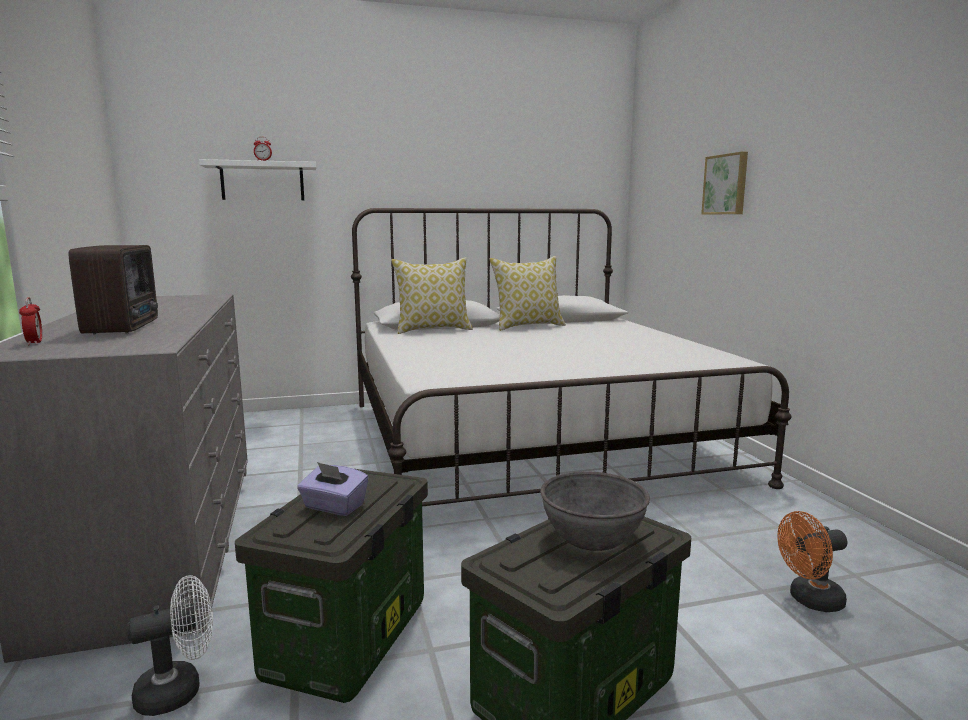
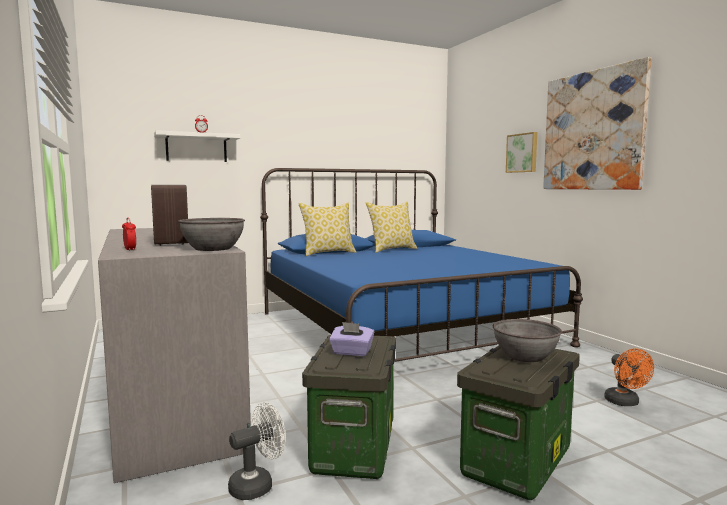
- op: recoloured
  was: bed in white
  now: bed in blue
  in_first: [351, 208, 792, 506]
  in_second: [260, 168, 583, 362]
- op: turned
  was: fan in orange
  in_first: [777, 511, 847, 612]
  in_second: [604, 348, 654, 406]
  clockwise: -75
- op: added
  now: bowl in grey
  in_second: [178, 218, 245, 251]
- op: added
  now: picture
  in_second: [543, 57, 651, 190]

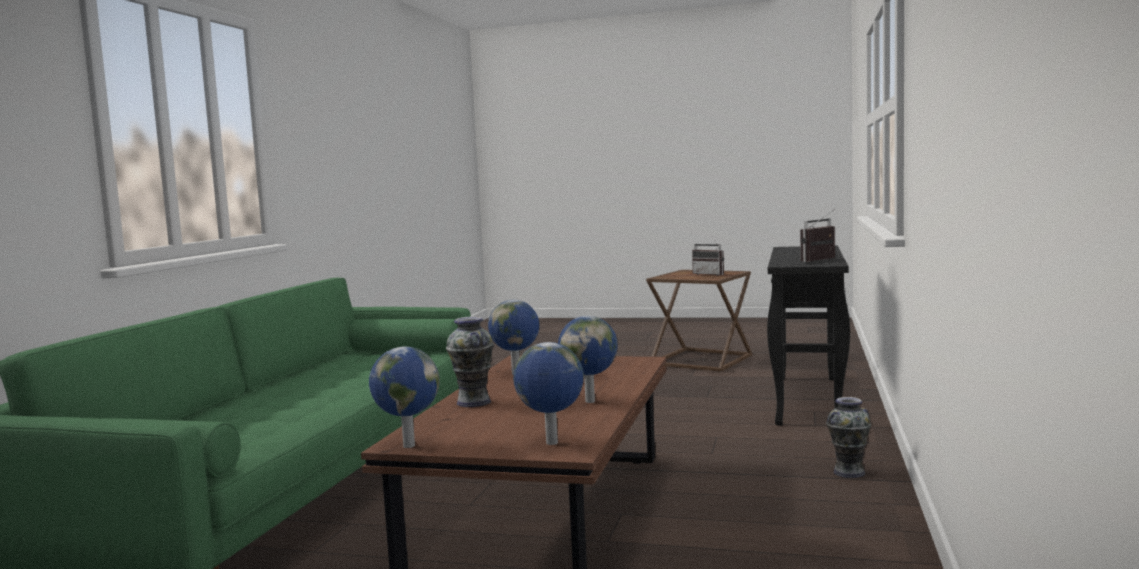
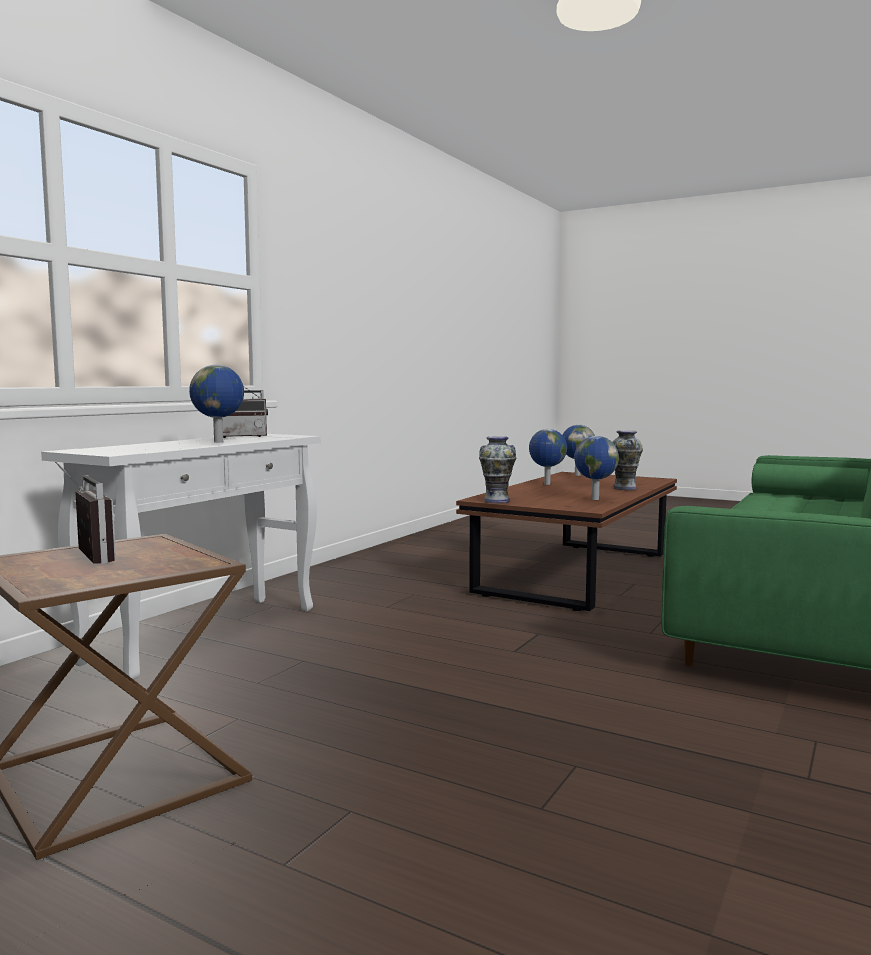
- op: moved
  was: globe
  in_first: [369, 347, 440, 448]
  in_second: [189, 365, 244, 443]
- op: recoloured
  was: console table in black
  now: console table in white
  in_first: [767, 246, 850, 426]
  in_second: [41, 434, 321, 680]
- op: moved
  was: vase
  in_first: [826, 397, 871, 478]
  in_second: [479, 436, 516, 503]

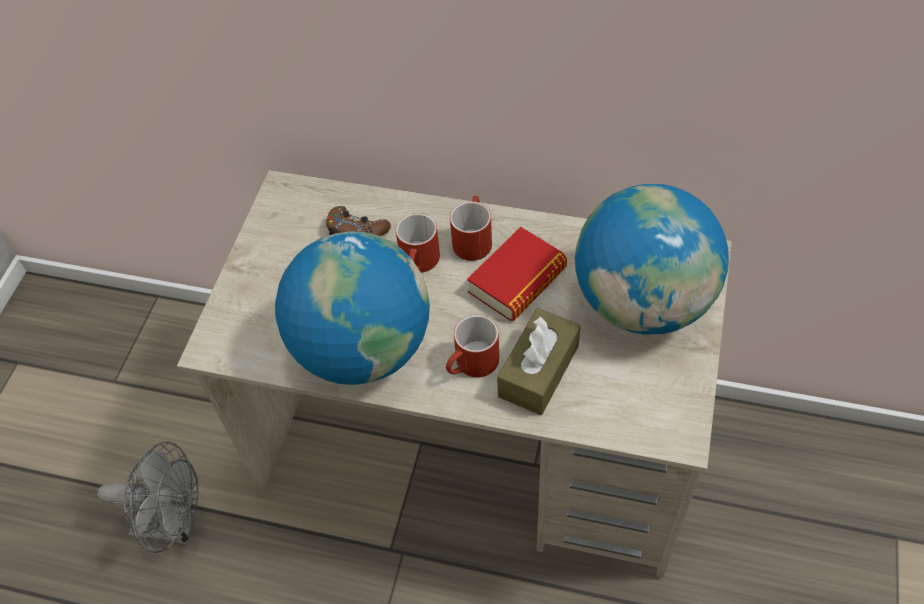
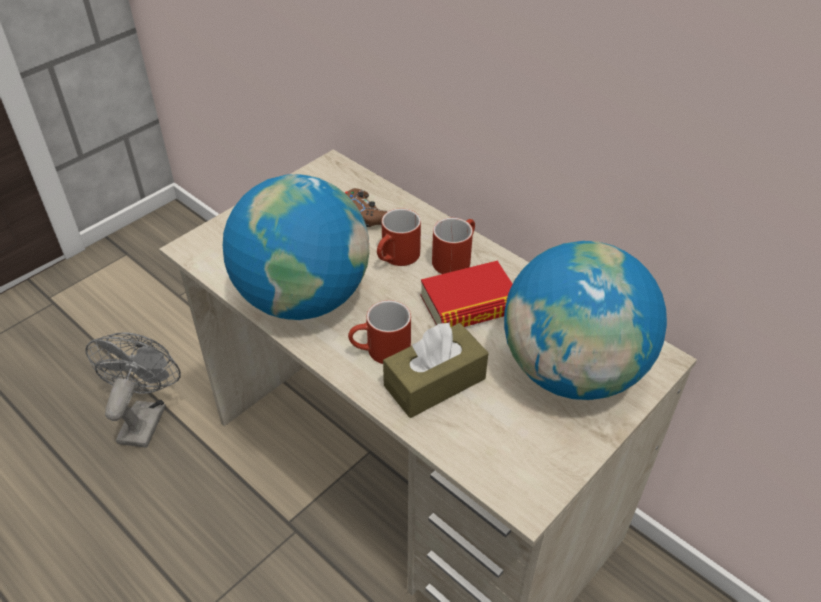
- op: turned
  was: fan in grey
  in_first: [97, 441, 199, 553]
  in_second: [85, 332, 181, 448]
  clockwise: -120

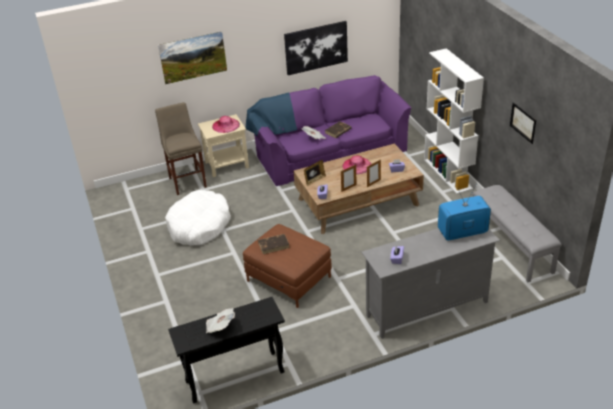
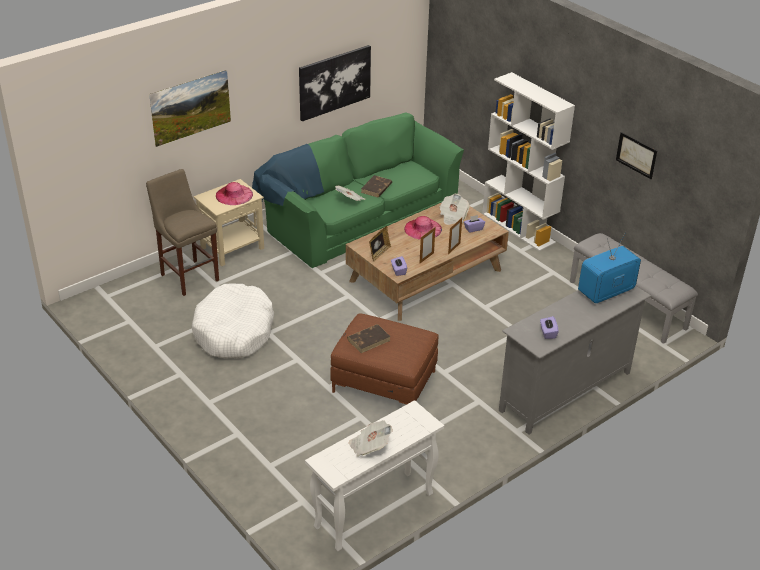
- op: recoloured
  was: console table in black
  now: console table in white
  in_first: [168, 297, 285, 403]
  in_second: [305, 400, 444, 552]
- op: recoloured
  was: sofa in purple
  now: sofa in green
  in_first: [246, 75, 411, 186]
  in_second: [252, 112, 464, 268]
- op: added
  now: newspaper
  in_second: [439, 194, 470, 225]

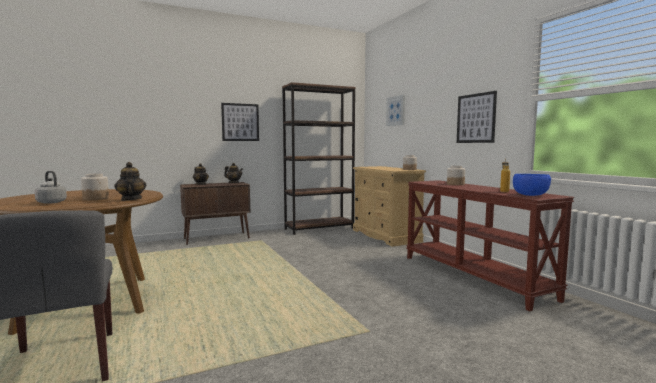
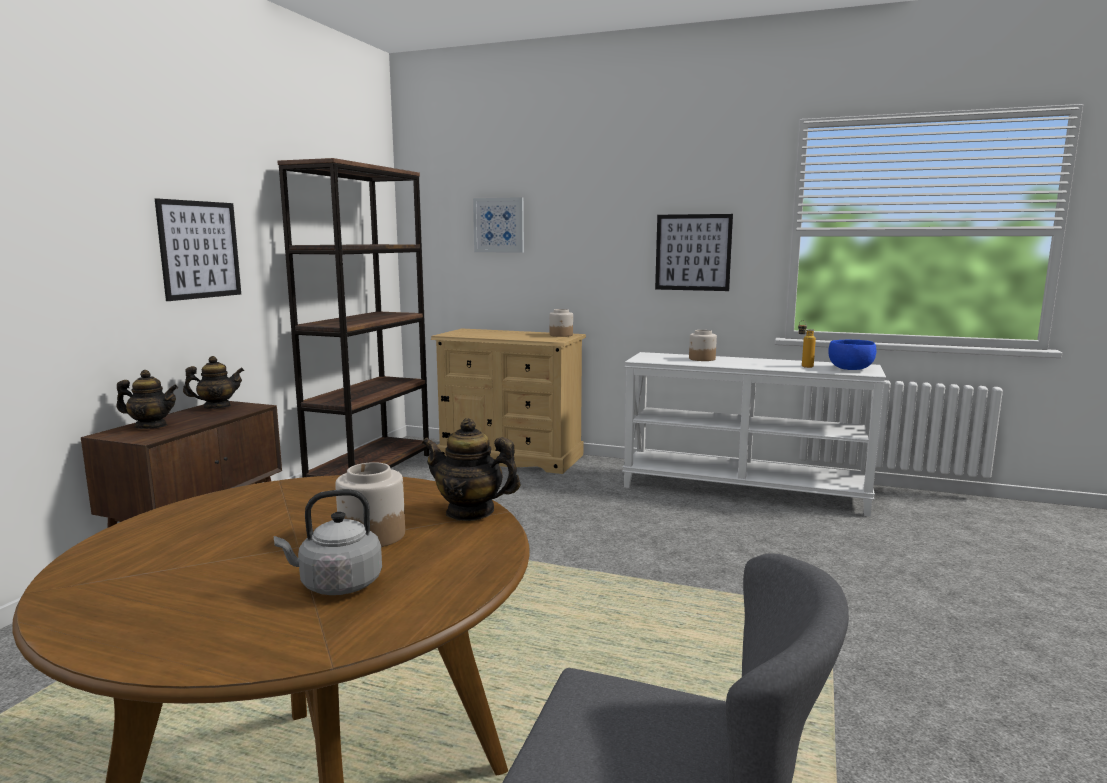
- op: recoloured
  was: console table in brown
  now: console table in white
  in_first: [406, 180, 575, 312]
  in_second: [622, 352, 886, 517]

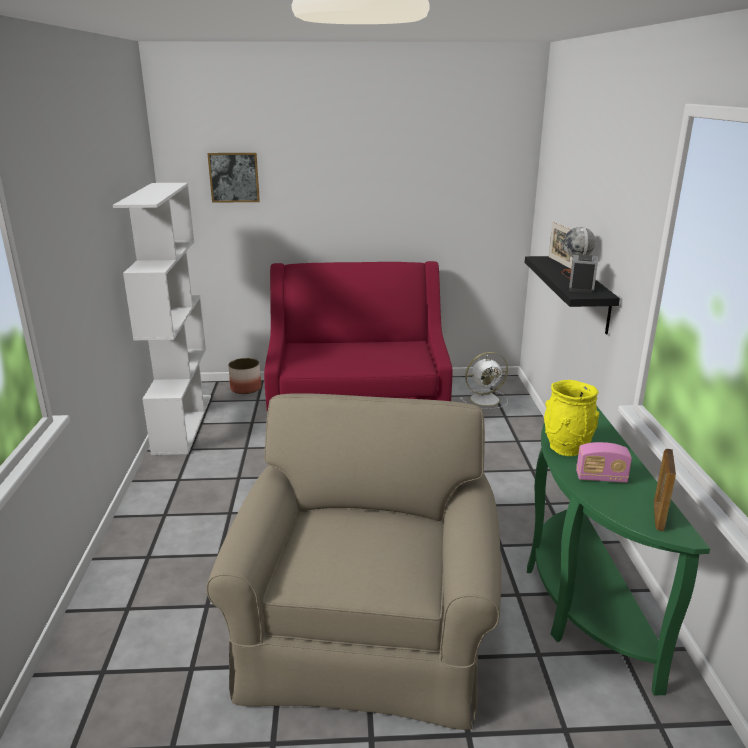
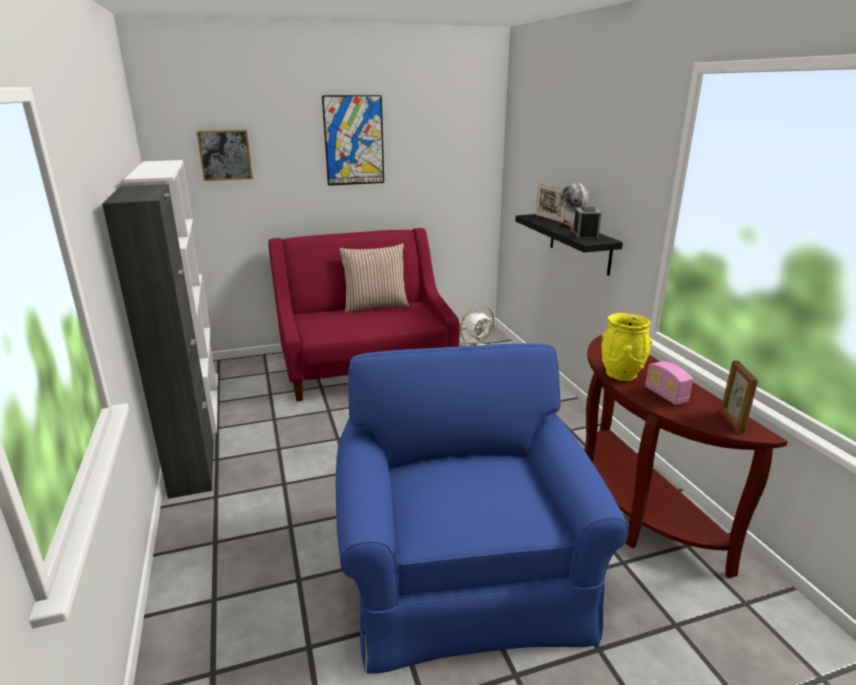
- op: recoloured
  was: armchair in beige
  now: armchair in blue
  in_first: [206, 393, 501, 730]
  in_second: [336, 343, 629, 674]
- op: removed
  was: planter
  in_first: [228, 358, 261, 394]
- op: recoloured
  was: console table in green
  now: console table in brown
  in_first: [527, 407, 710, 696]
  in_second: [584, 335, 788, 578]
- op: turned
  was: radio
  in_first: [576, 442, 632, 483]
  in_second: [645, 361, 693, 405]
  clockwise: 75
- op: added
  now: cabinet in black
  in_second: [102, 184, 214, 499]
- op: added
  now: picture
  in_second: [322, 95, 384, 186]
- op: added
  now: pillow
  in_second: [339, 244, 409, 313]

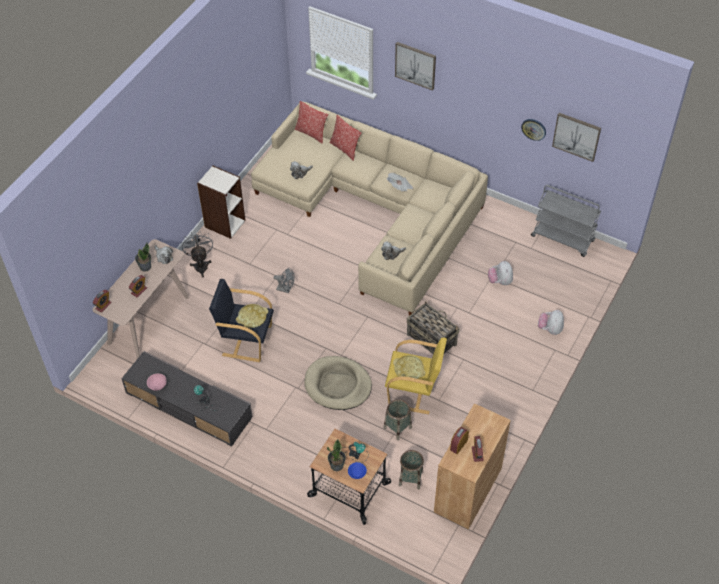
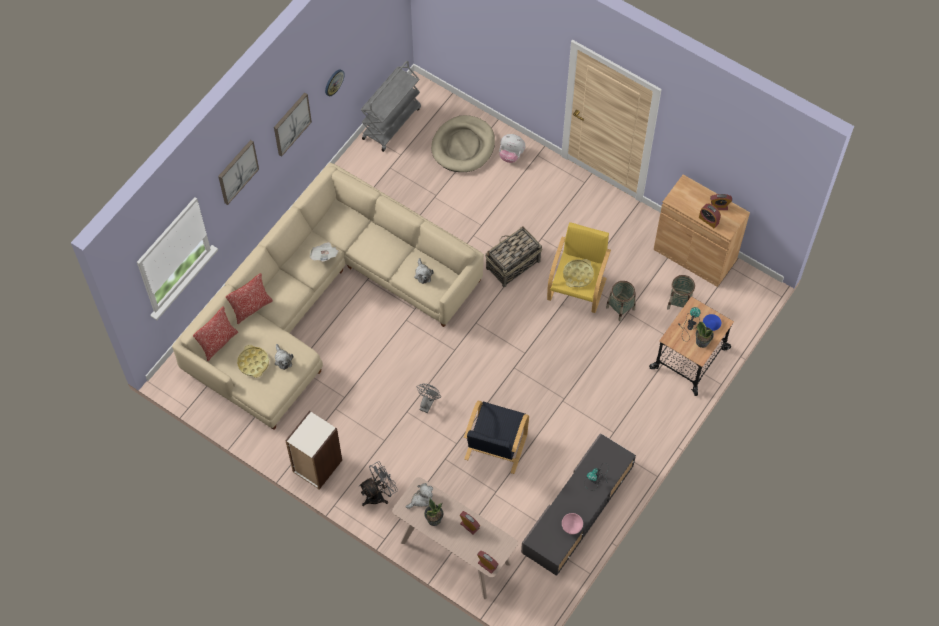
- op: turned
  was: fan in grey
  in_first: [181, 231, 213, 277]
  in_second: [359, 461, 398, 506]
  clockwise: 150
- op: moved
  was: tray in yellow
  in_first: [236, 304, 268, 328]
  in_second: [237, 345, 269, 378]
- op: moved
  was: dog bed in beige
  in_first: [304, 356, 372, 410]
  in_second: [431, 115, 495, 172]
- op: removed
  was: plush toy
  in_first: [488, 261, 513, 285]
- op: moved
  was: picture
  in_first: [552, 113, 601, 162]
  in_second: [274, 93, 312, 157]

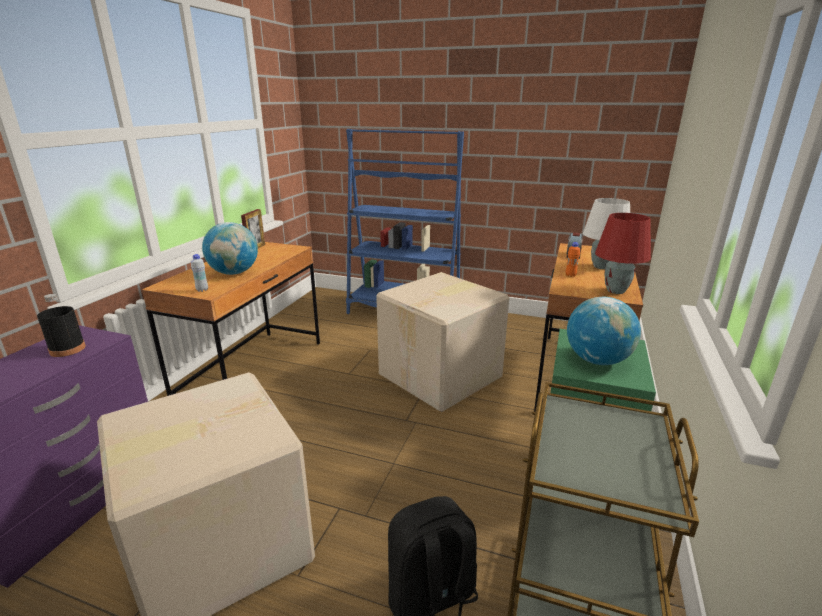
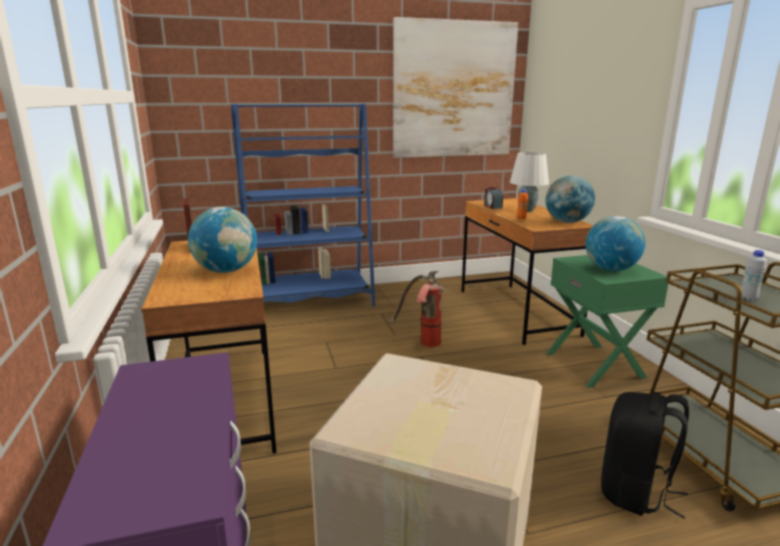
- op: removed
  was: bottle in black
  in_first: [37, 294, 86, 357]
- op: moved
  was: bottle in white
  in_first: [191, 254, 208, 292]
  in_second: [741, 250, 767, 301]
- op: replaced
  was: cardboard box
  now: fire extinguisher
  in_first: [376, 272, 509, 412]
  in_second: [391, 271, 444, 347]
- op: replaced
  was: table lamp in red
  now: globe
  in_first: [595, 213, 651, 294]
  in_second: [545, 176, 595, 223]
- op: added
  now: picture
  in_second: [393, 17, 518, 158]

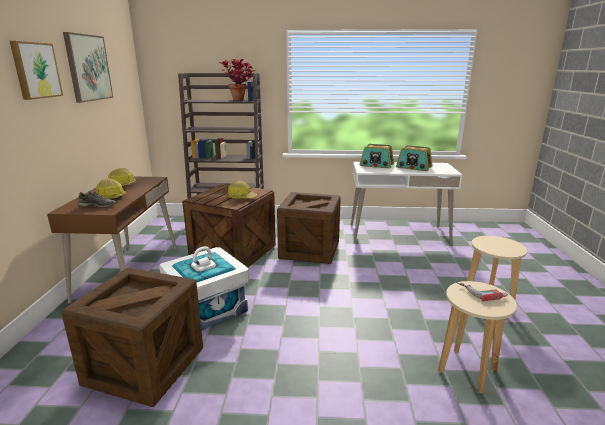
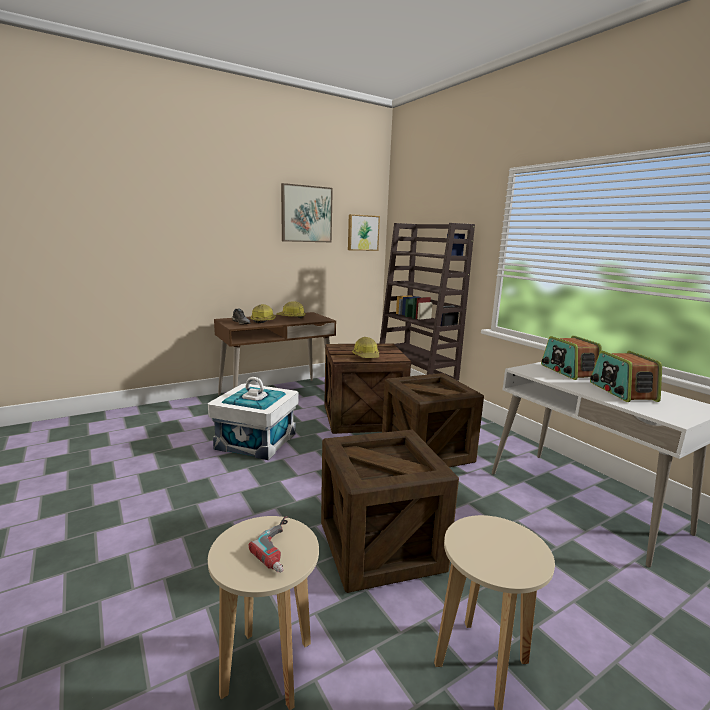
- op: moved
  was: picture
  in_first: [10, 41, 63, 100]
  in_second: [348, 214, 380, 251]
- op: moved
  was: crate
  in_first: [61, 267, 203, 407]
  in_second: [321, 430, 459, 593]
- op: removed
  was: potted plant
  in_first: [219, 59, 255, 101]

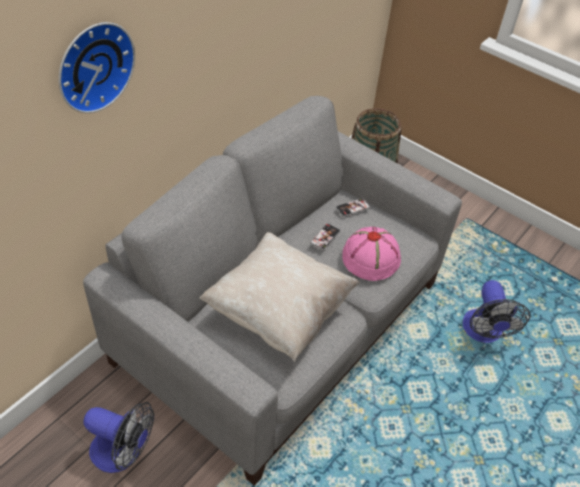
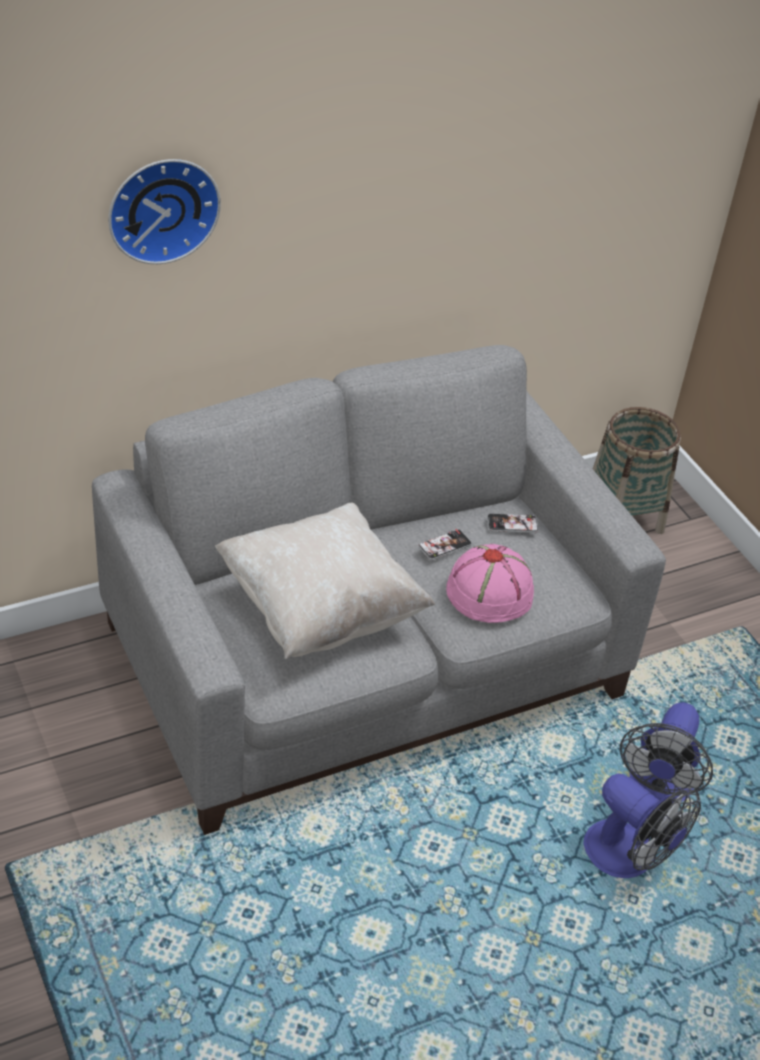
- op: moved
  was: fan
  in_first: [83, 402, 154, 473]
  in_second: [583, 774, 701, 878]

